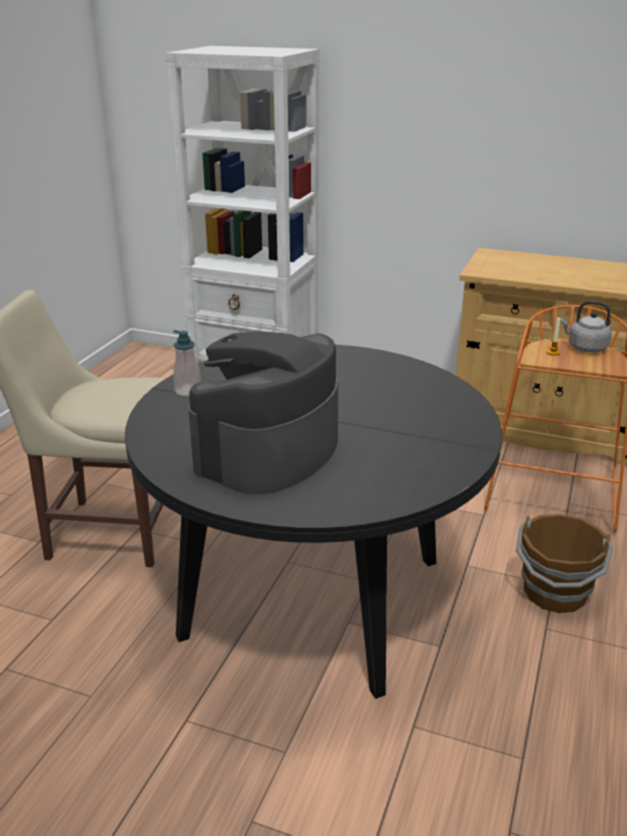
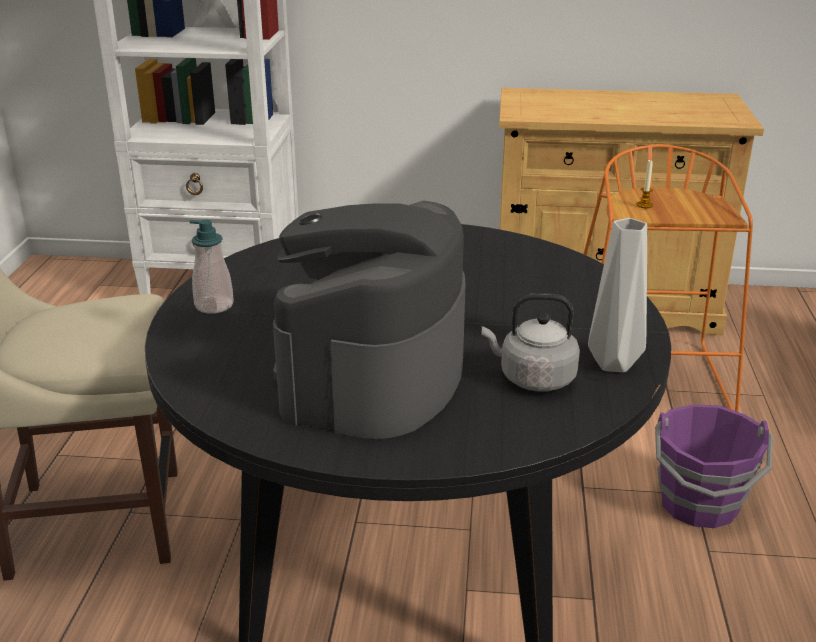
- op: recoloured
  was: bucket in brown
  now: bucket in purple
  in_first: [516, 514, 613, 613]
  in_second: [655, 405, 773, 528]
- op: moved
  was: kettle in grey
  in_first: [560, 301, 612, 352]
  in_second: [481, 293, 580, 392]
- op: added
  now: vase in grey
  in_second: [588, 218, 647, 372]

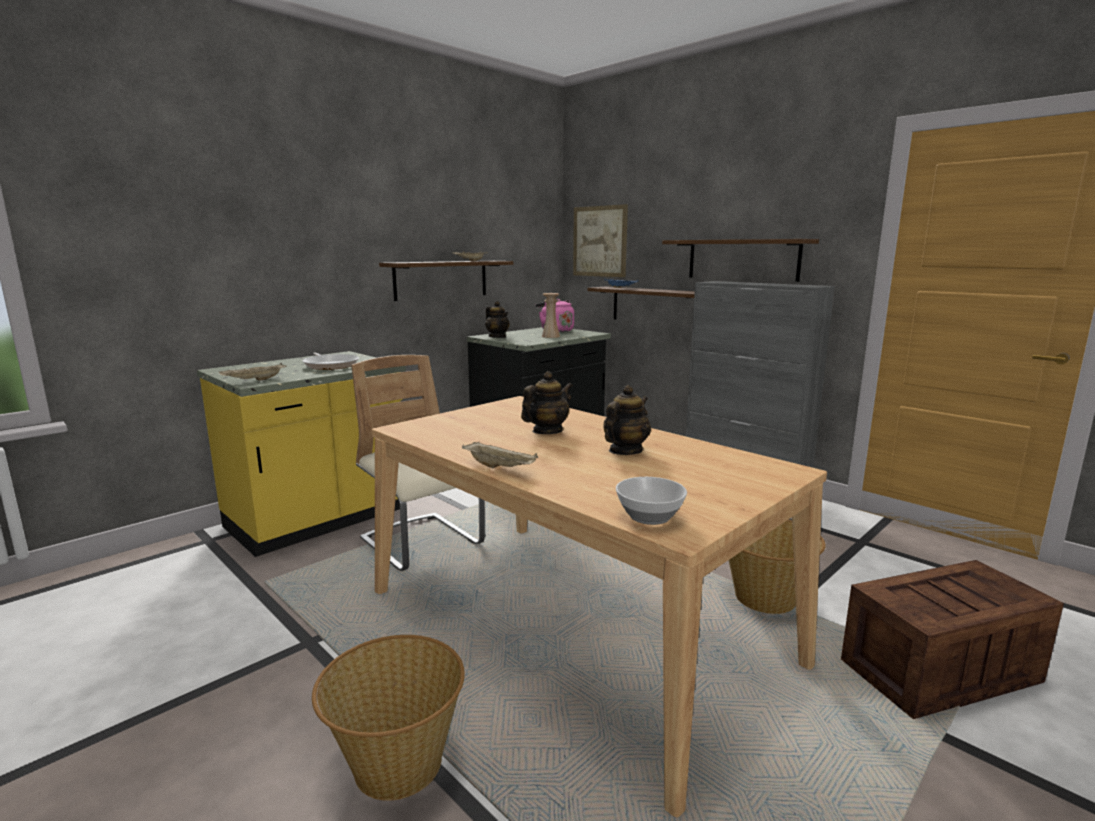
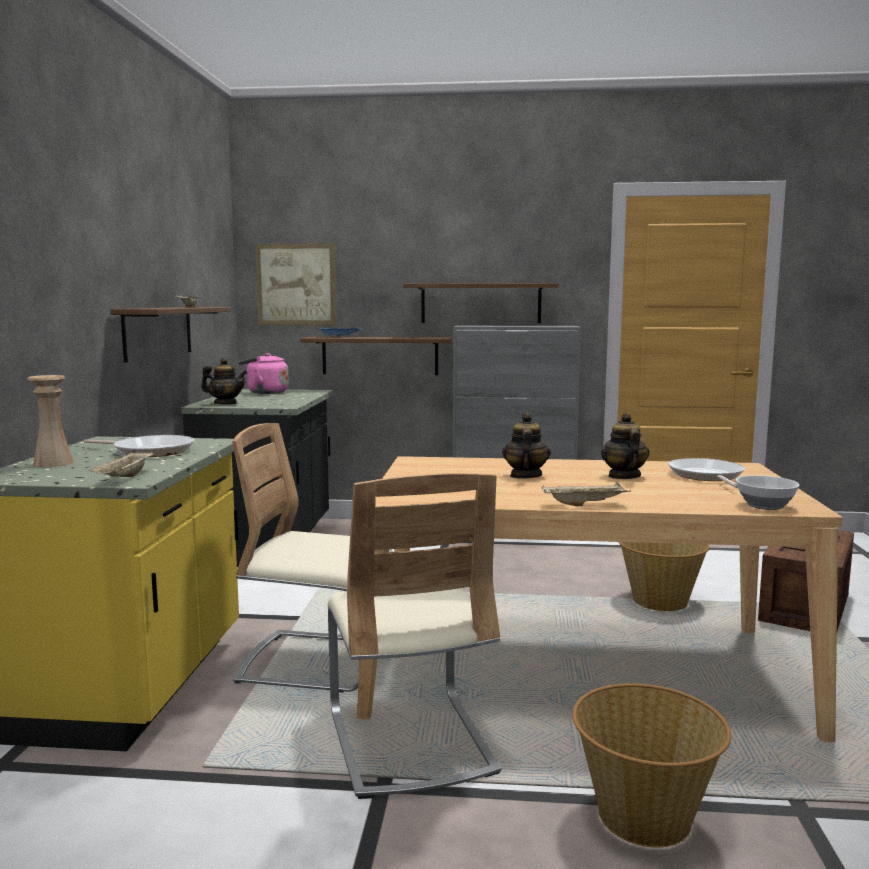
- op: moved
  was: vase in beige
  in_first: [542, 293, 560, 338]
  in_second: [27, 375, 74, 467]
- op: added
  now: chair in beige
  in_second: [328, 473, 502, 799]
- op: added
  now: frying pan
  in_second: [668, 458, 745, 488]

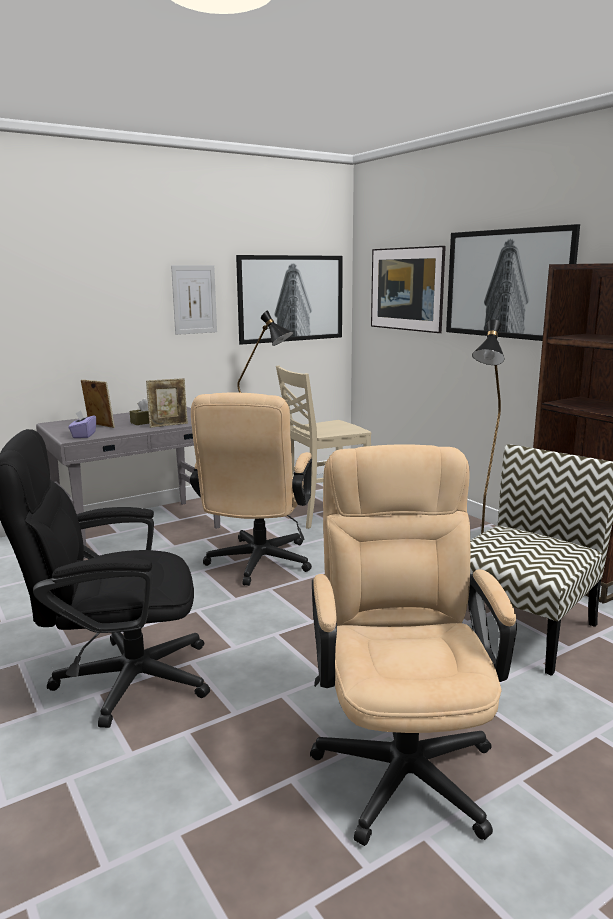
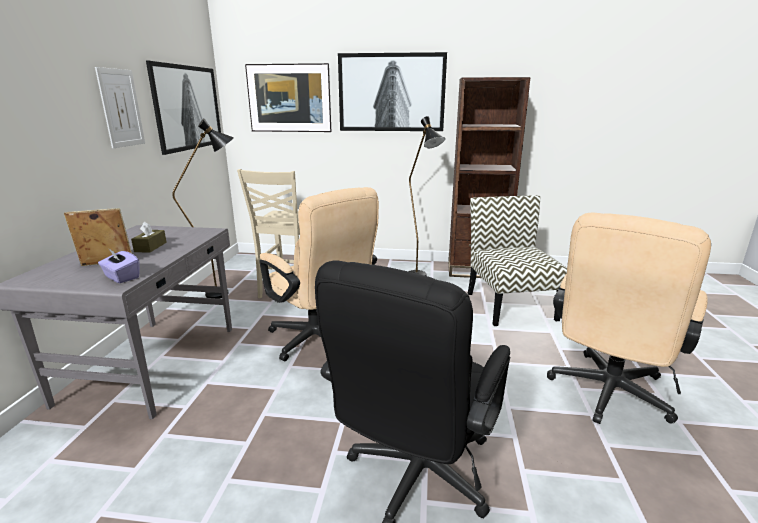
- op: removed
  was: picture frame
  in_first: [146, 378, 188, 428]
- op: turned
  was: office chair in beige
  in_first: [310, 444, 517, 846]
  in_second: [547, 213, 711, 424]
  clockwise: -90

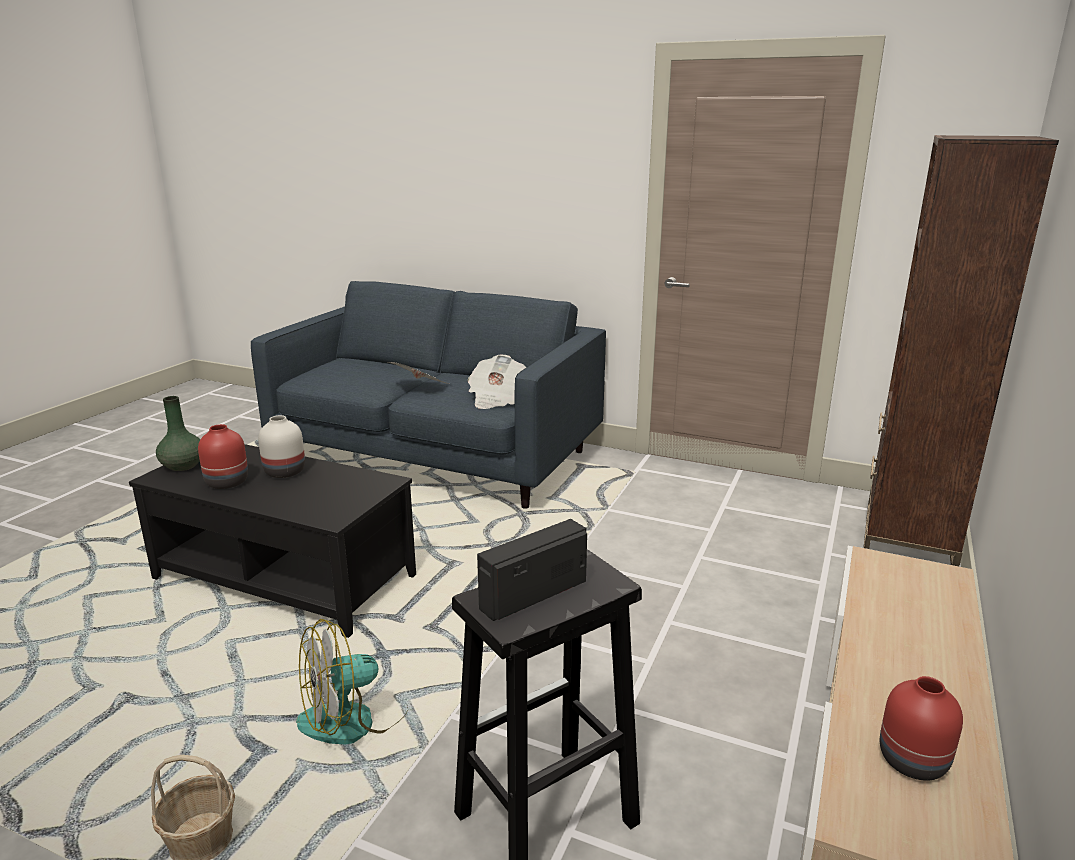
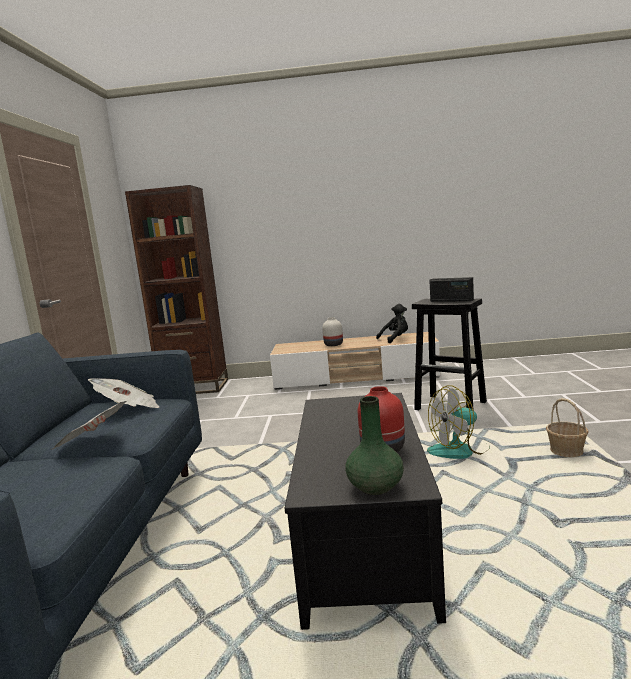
- op: moved
  was: vase in white
  in_first: [258, 415, 305, 478]
  in_second: [322, 317, 343, 346]
- op: turned
  was: fan
  in_first: [296, 619, 408, 745]
  in_second: [427, 385, 490, 459]
  clockwise: 120
- op: replaced
  was: vase in red
  now: plush toy in black
  in_first: [880, 676, 963, 780]
  in_second: [376, 304, 408, 343]

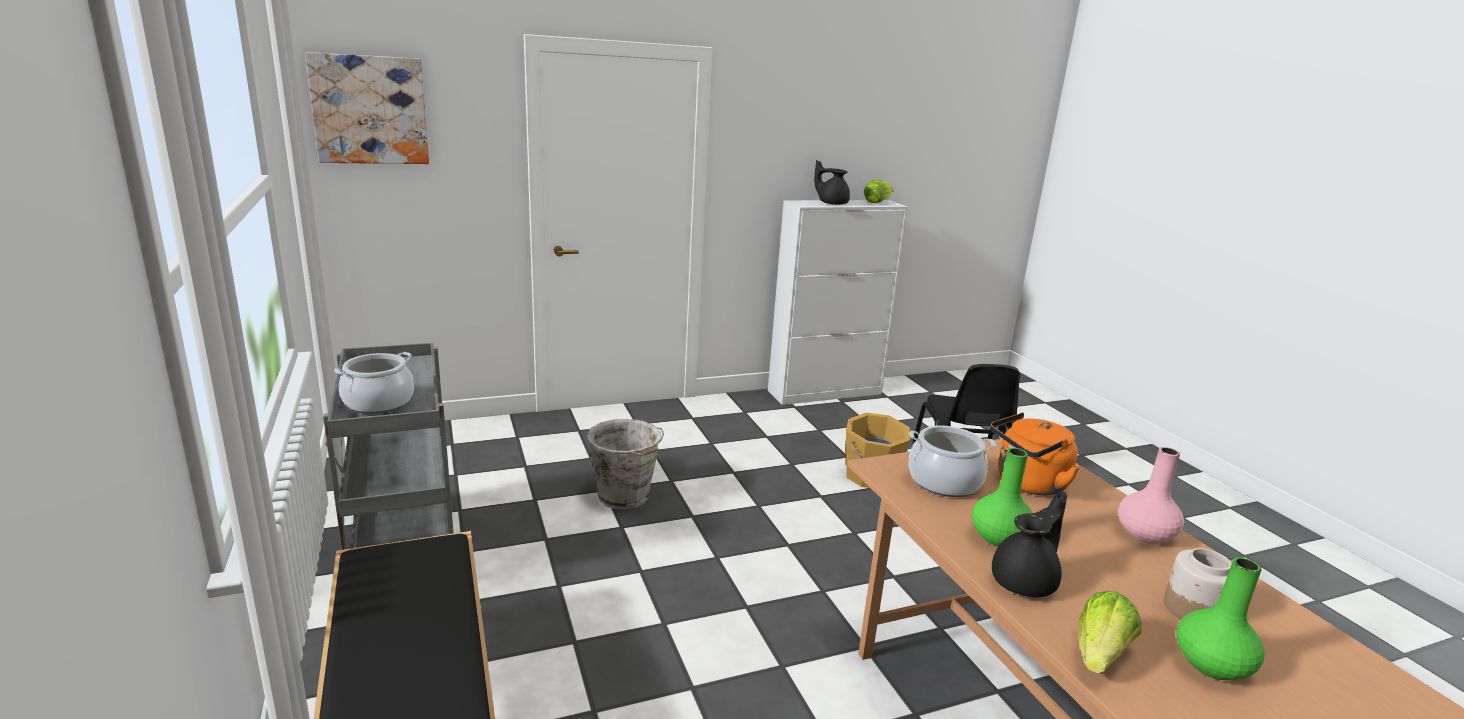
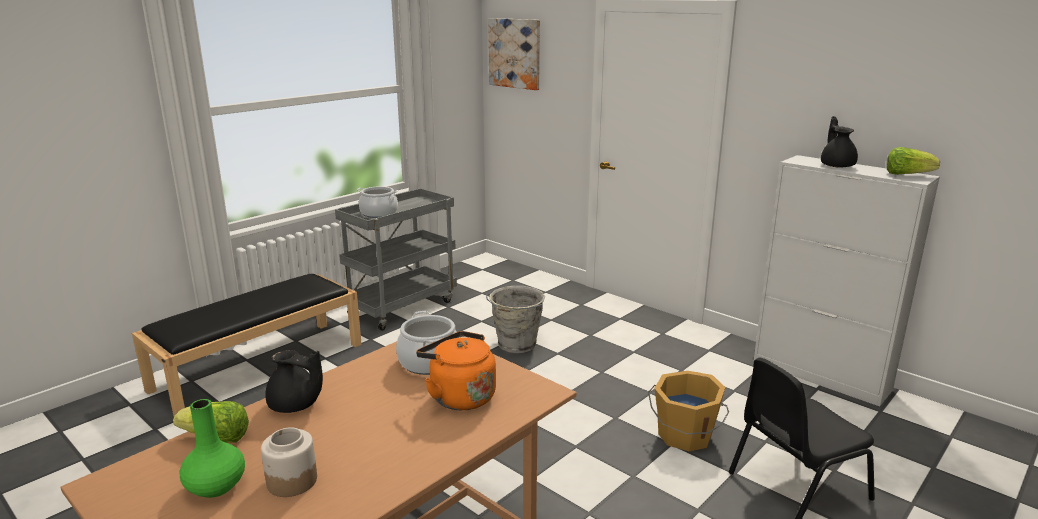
- op: removed
  was: vase in green
  in_first: [972, 448, 1033, 547]
- op: removed
  was: vase in pink
  in_first: [1118, 447, 1184, 544]

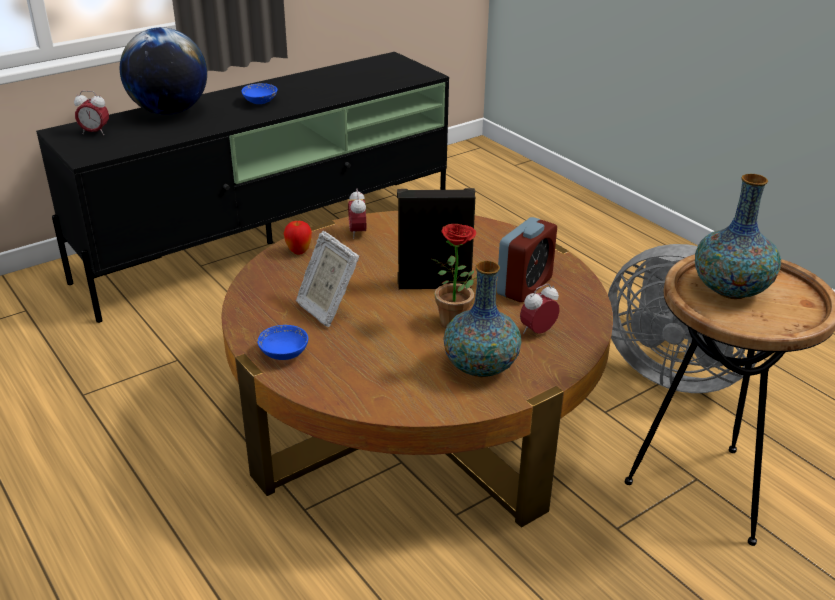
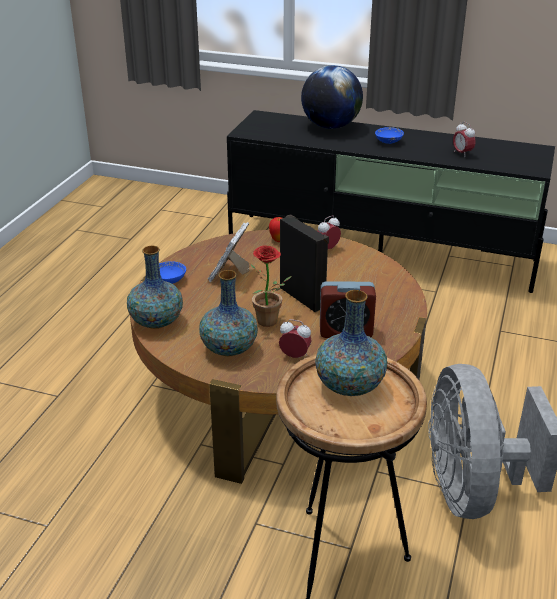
- op: moved
  was: alarm clock
  in_first: [74, 91, 109, 135]
  in_second: [453, 122, 475, 156]
- op: added
  now: vase
  in_second: [127, 246, 183, 329]

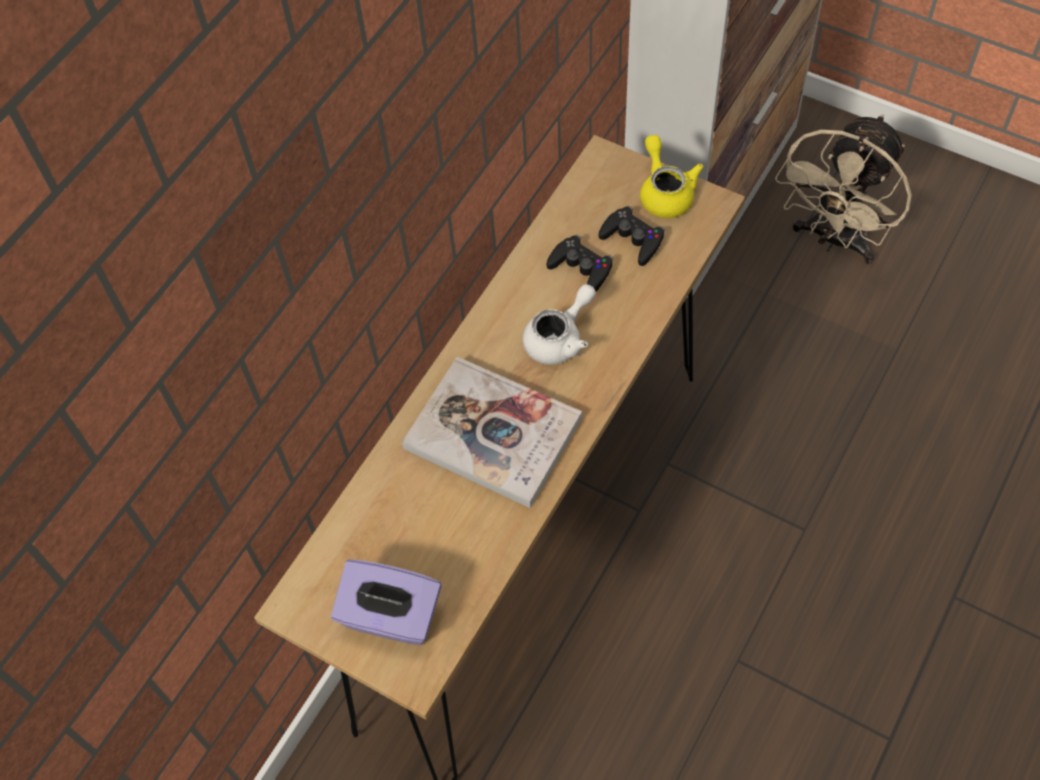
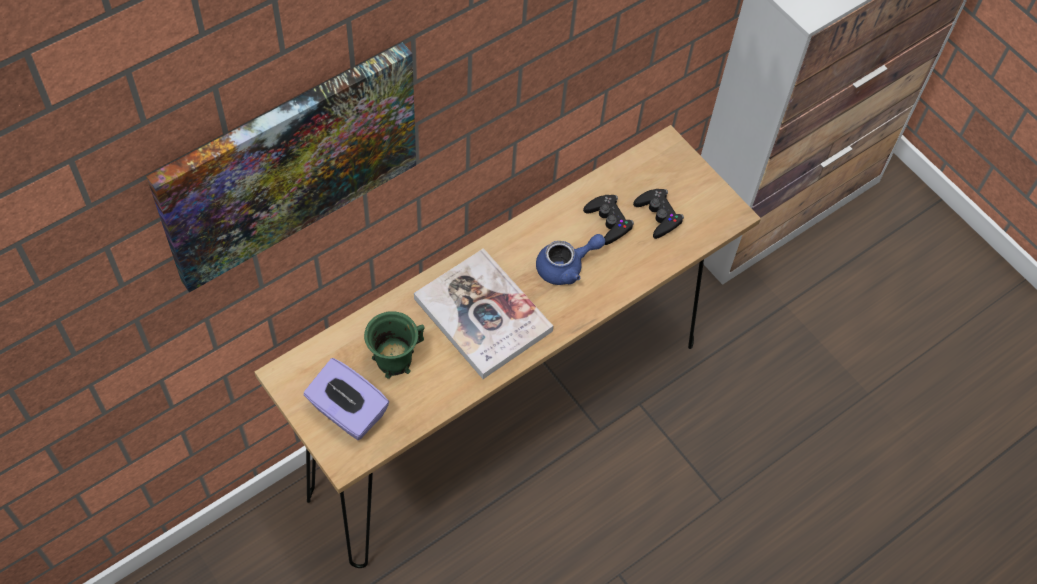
- op: recoloured
  was: teapot in white
  now: teapot in blue
  in_first: [523, 284, 596, 365]
  in_second: [536, 234, 605, 285]
- op: removed
  was: teapot in yellow
  in_first: [640, 135, 703, 218]
- op: removed
  was: fan in beige
  in_first: [775, 114, 912, 264]
- op: added
  now: picture
  in_second: [146, 42, 416, 292]
- op: added
  now: mug in green
  in_second: [364, 311, 425, 379]

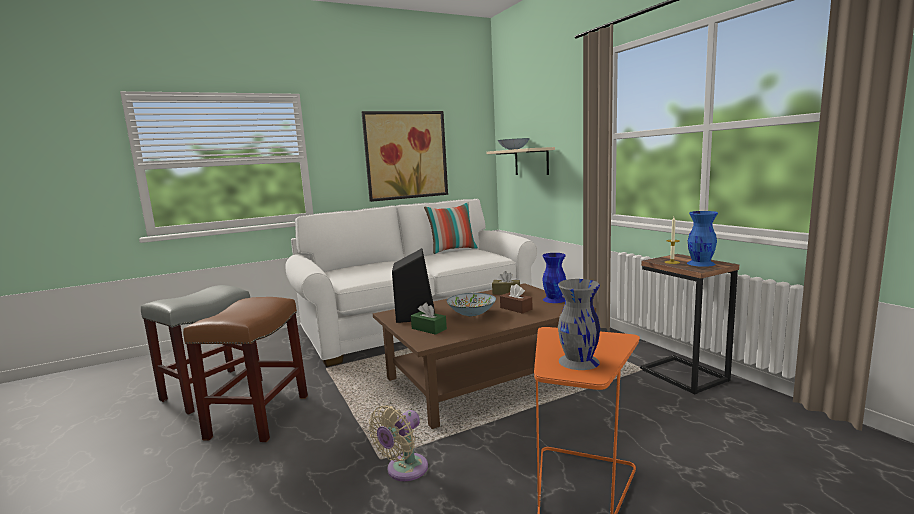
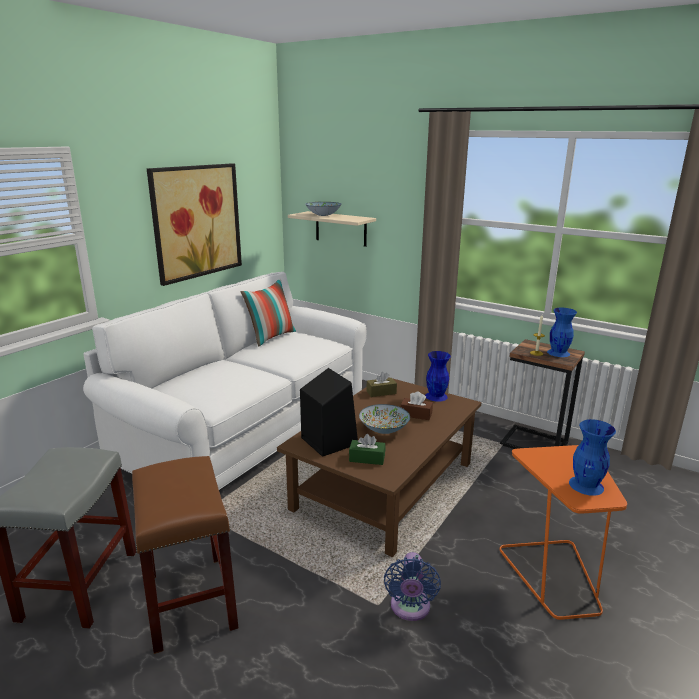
- op: recoloured
  was: fan in beige
  now: fan in blue
  in_first: [369, 405, 428, 481]
  in_second: [384, 552, 441, 621]
- op: recoloured
  was: vase in grey
  now: vase in blue
  in_first: [558, 279, 600, 370]
  in_second: [569, 419, 616, 496]

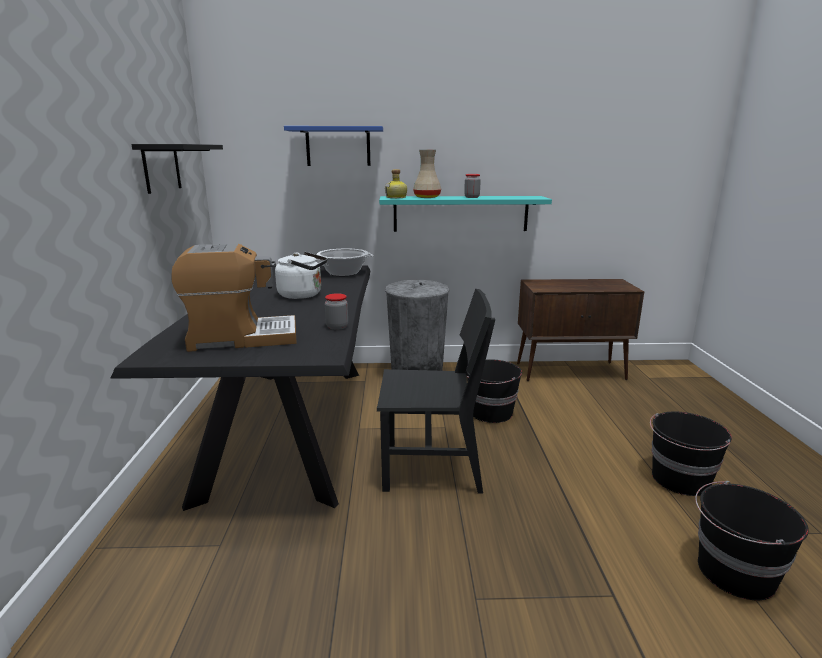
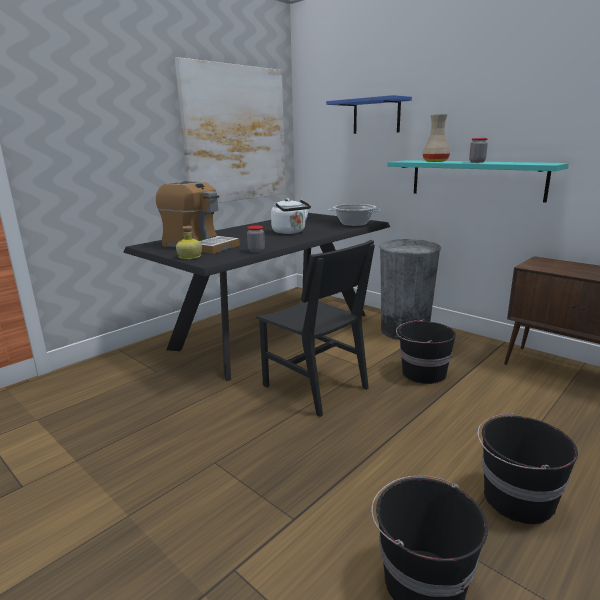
- op: replaced
  was: shelf in black
  now: picture
  in_first: [131, 144, 223, 194]
  in_second: [175, 57, 286, 203]
- op: moved
  was: bottle
  in_first: [385, 169, 407, 198]
  in_second: [176, 226, 202, 259]

